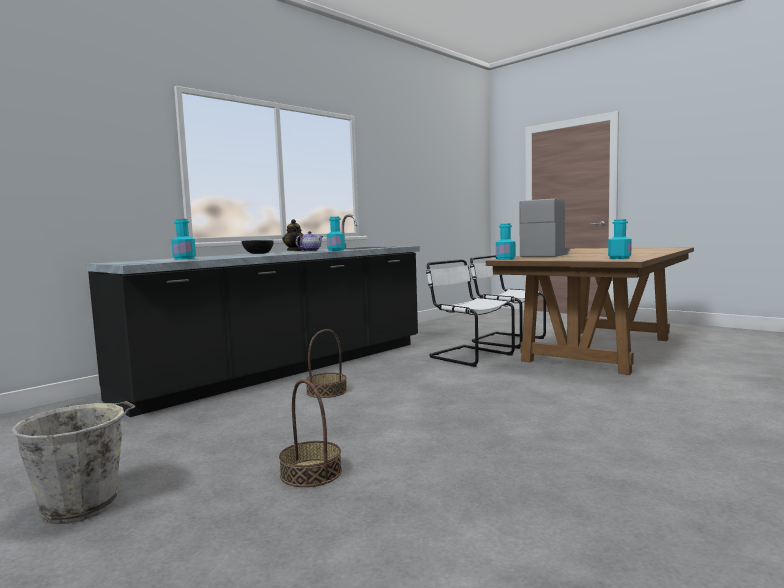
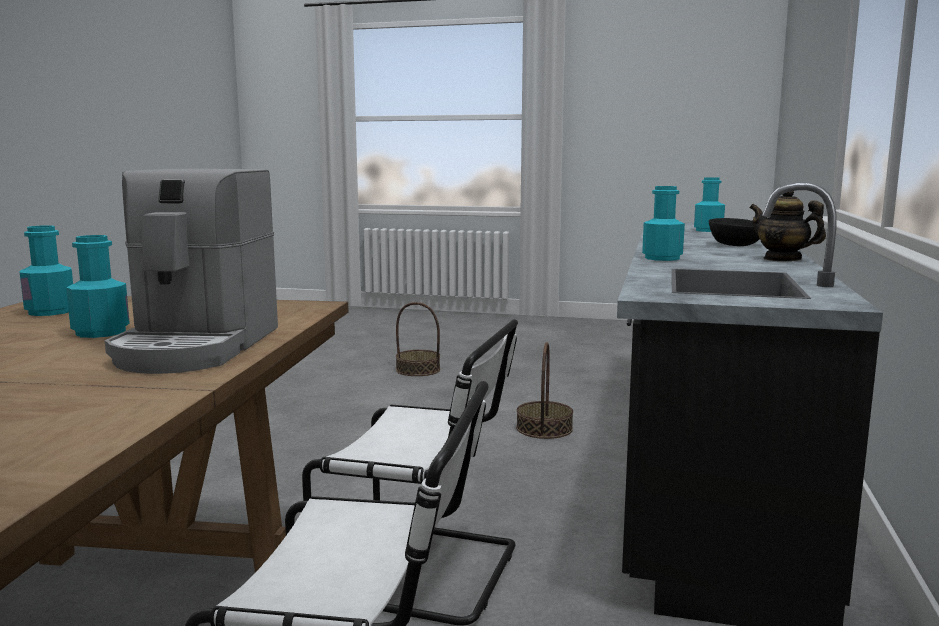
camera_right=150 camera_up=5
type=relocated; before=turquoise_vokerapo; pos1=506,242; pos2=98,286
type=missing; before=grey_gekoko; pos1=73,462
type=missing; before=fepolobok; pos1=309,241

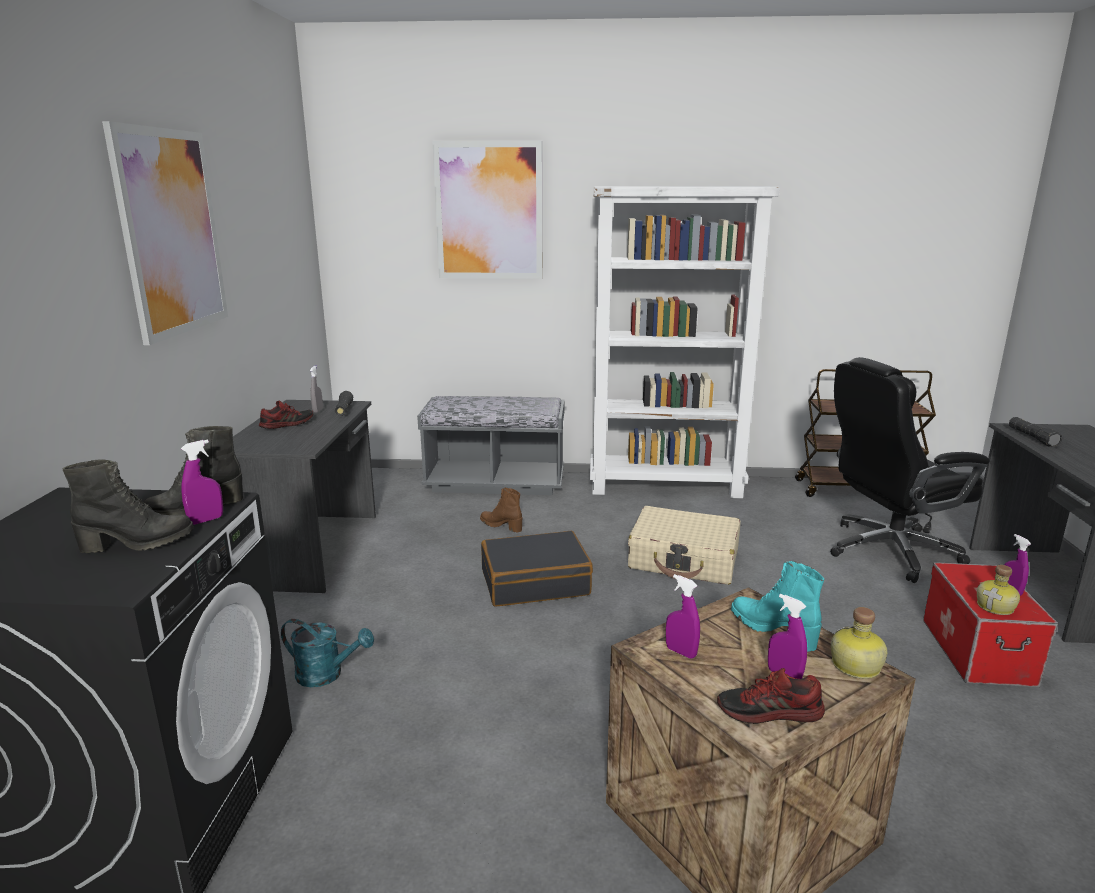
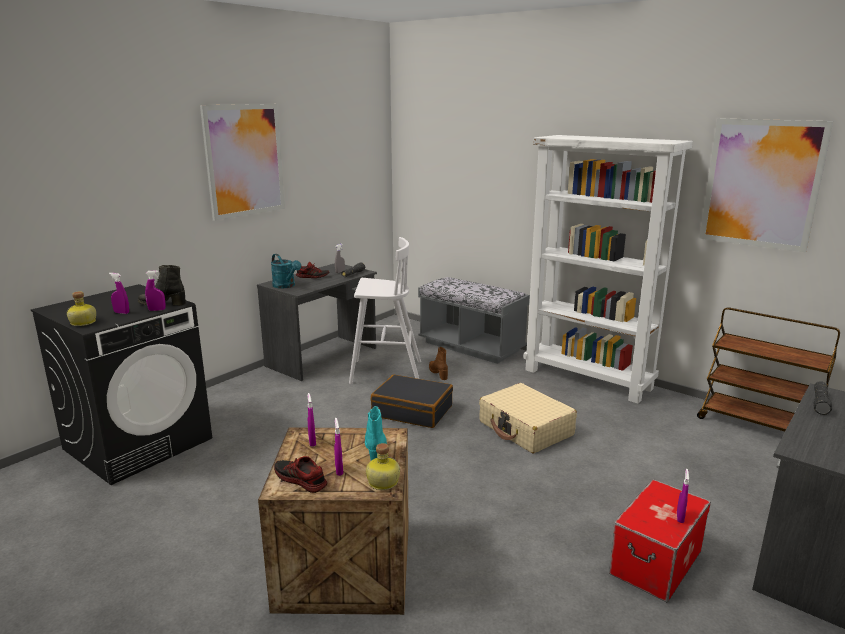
camera_right=35 camera_up=0
type=relocated; before=vokerapo; pos1=998,590; pos2=81,309
type=exchanged; before=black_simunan; after=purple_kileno; pos1=128,506; pos2=119,293
type=relocated; before=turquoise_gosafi; pos1=327,653; pos2=286,271
type=appeared; after=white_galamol; pos2=385,310
type=relocated; before=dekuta; pos1=487,210; pos2=766,185
type=missing; before=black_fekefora; pos1=910,470

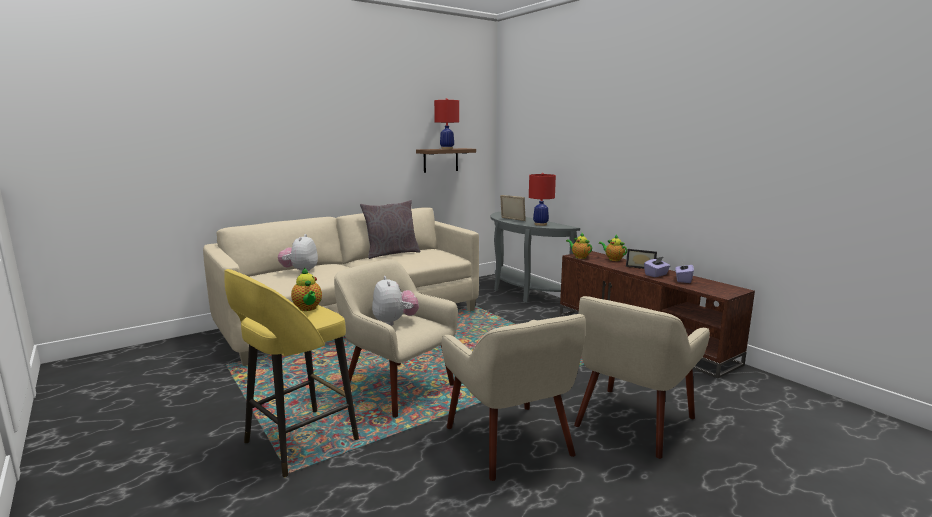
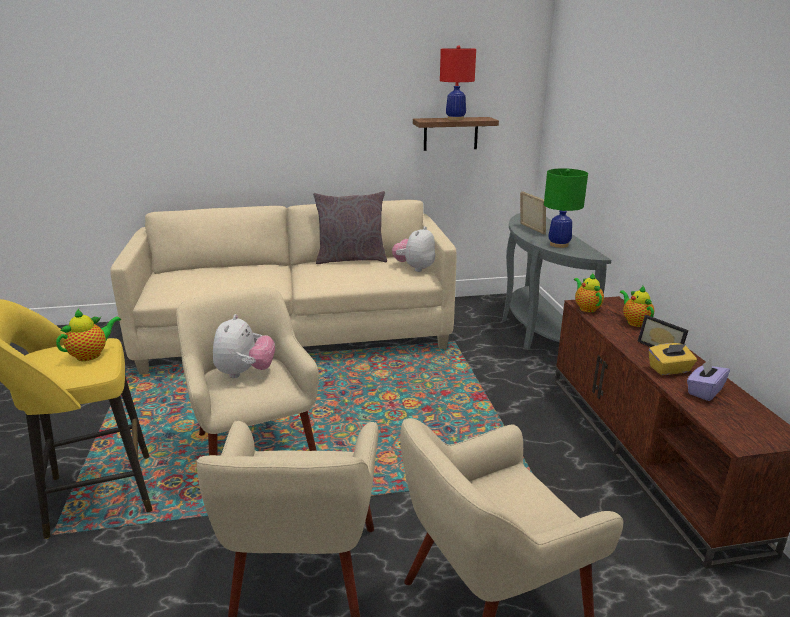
camera_right=25 camera_up=10
type=spun; before=fepolobok; pos1=306,289; pos2=88,335; turn=-135
type=relocated; before=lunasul; pos1=298,253; pos2=413,249
type=colour; before=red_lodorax; after=green_lodorax; pos1=542,199; pos2=566,208
type=colour; before=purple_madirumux; after=yellow_madirumux; pos1=657,267; pos2=673,359

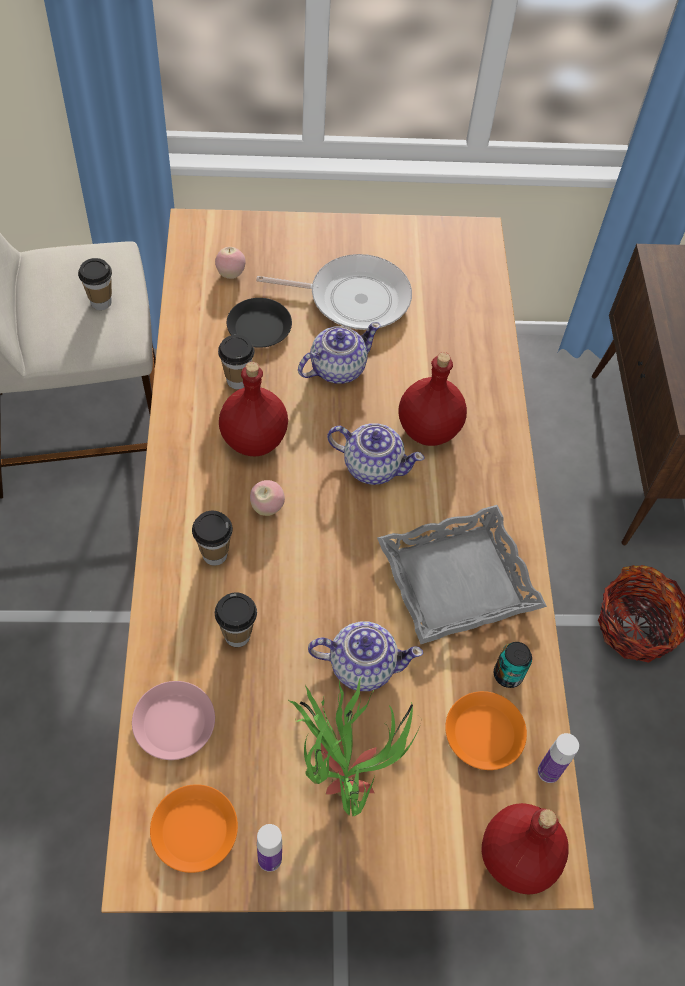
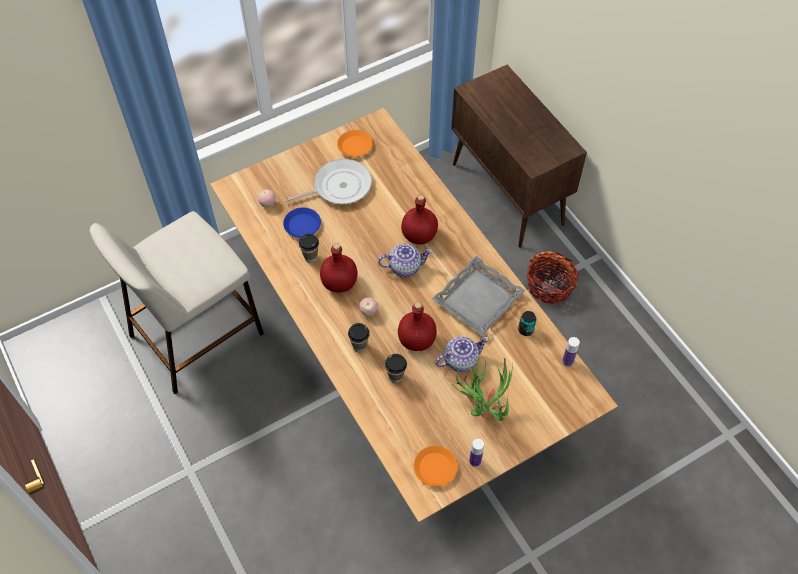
camera_right=-25 camera_up=0
type=colour; before=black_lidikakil; after=blue_lidikakil; pos1=259,323; pos2=302,223
type=relocated; before=orange_lidikakil; pos1=486,730; pos2=355,143
type=relocated; before=red_vokerapo; pos1=525,849; pos2=417,326
type=missing; before=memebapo; pos1=95,284
type=missing; before=pink_lidikakil; pos1=173,720
type=missing; before=fepolobok; pos1=339,353

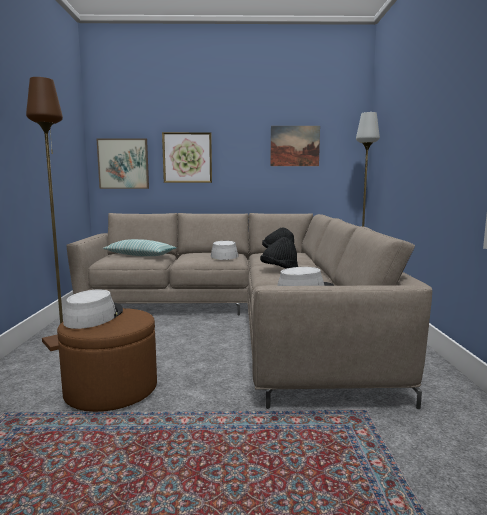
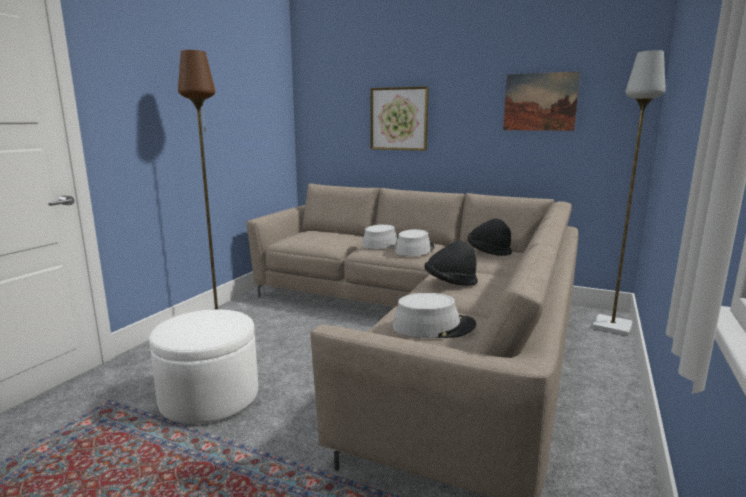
camera_right=25 camera_up=5
type=colour; before=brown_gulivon; after=white_gulivon; pos1=107,360; pos2=203,366
type=relocated; before=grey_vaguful; pos1=93,309; pos2=380,236
type=missing; before=dekuta; pos1=123,164
type=missing; before=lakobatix; pos1=140,247

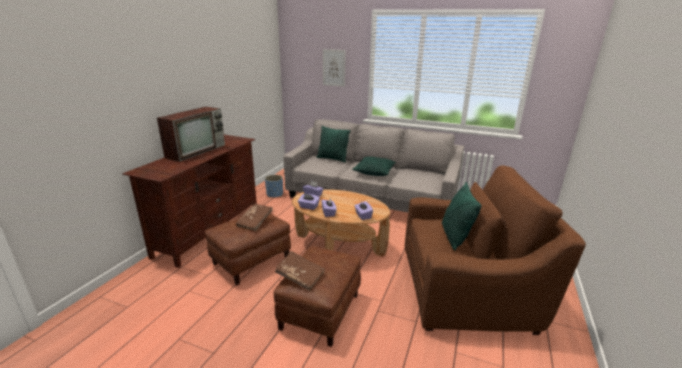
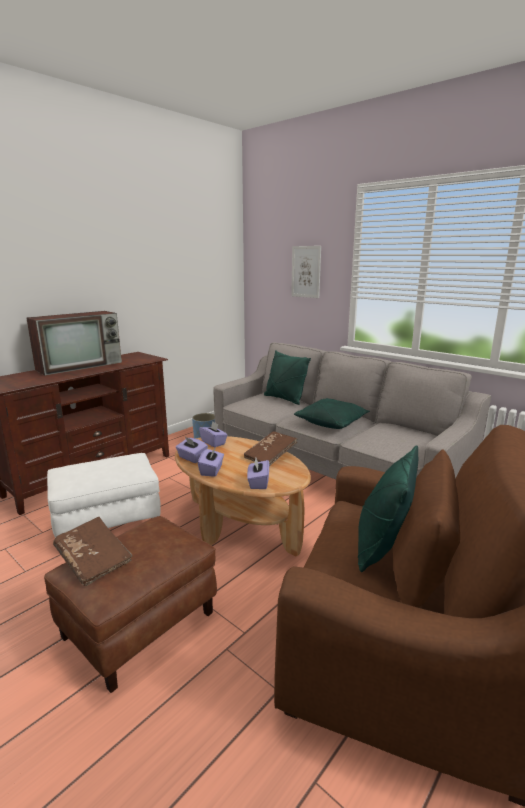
camera_right=20 camera_up=-5
type=colour; before=brown_gulivon; after=white_gulivon; pos1=248,249; pos2=104,495
type=relocated; before=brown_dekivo; pos1=254,217; pos2=270,448

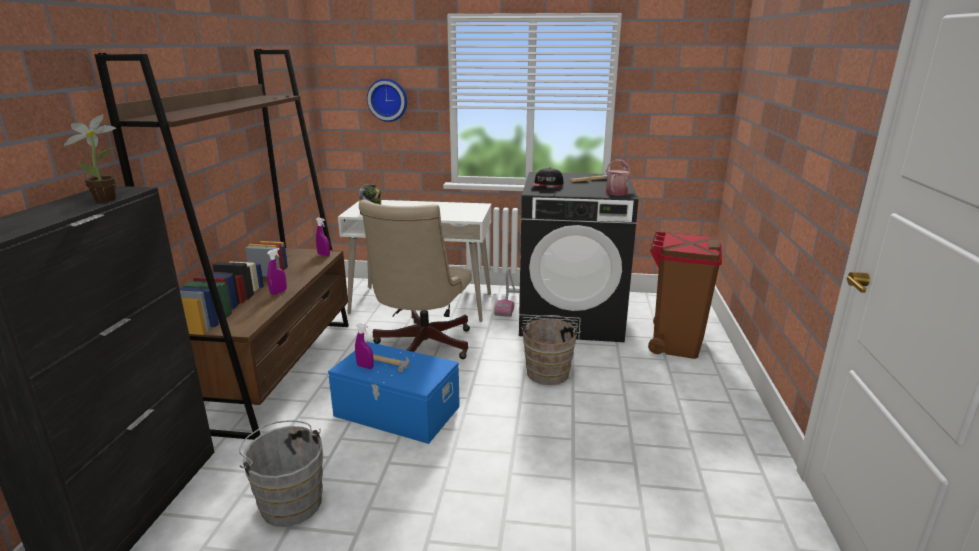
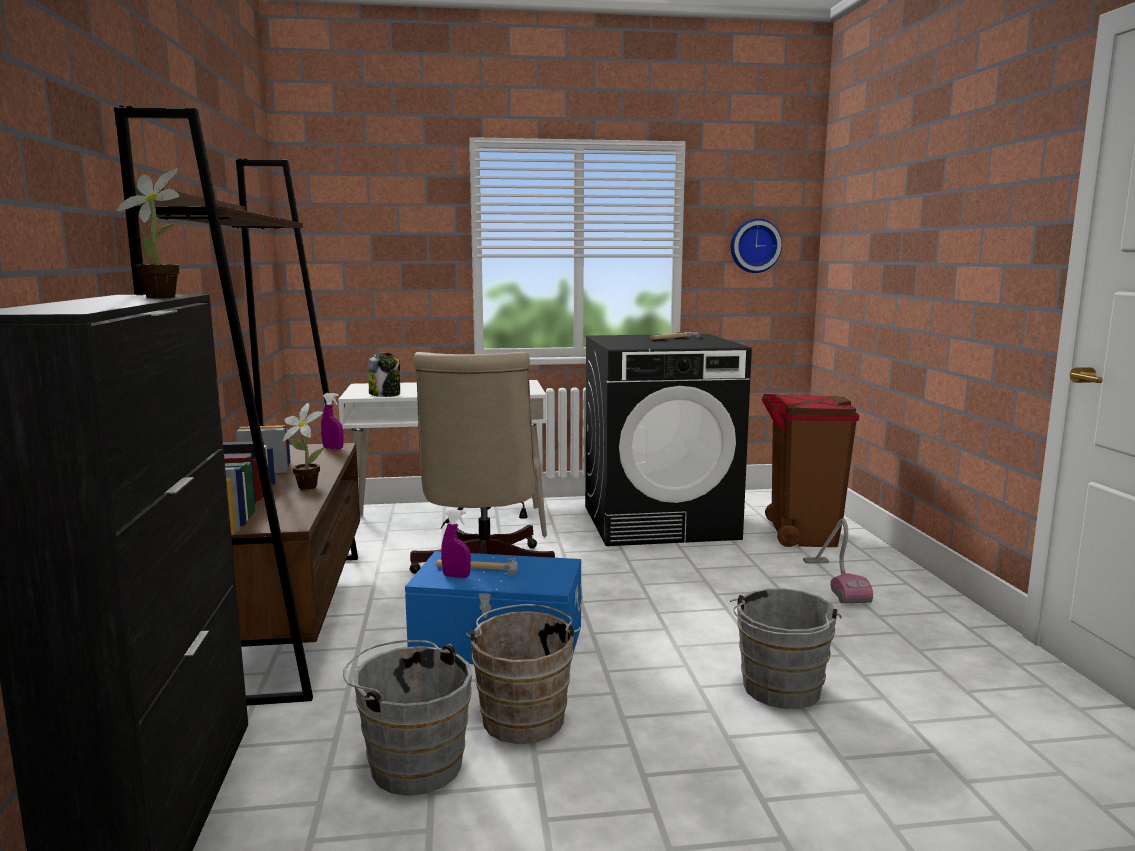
camera_right=-15 camera_up=-10
type=exchanged; before=purple_kileno; after=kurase; pos1=277,271; pos2=304,446
type=relocated; before=brown_gekoko; pos1=551,350; pos2=523,674
type=appeared; after=grey_gekoko; pos2=786,648
type=relocated; before=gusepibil; pos1=387,100; pos2=756,245
type=relocated; before=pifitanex; pos1=507,292; pos2=838,560
type=missing; before=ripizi; pos1=547,177
type=missing; before=gosafi; pos1=618,177

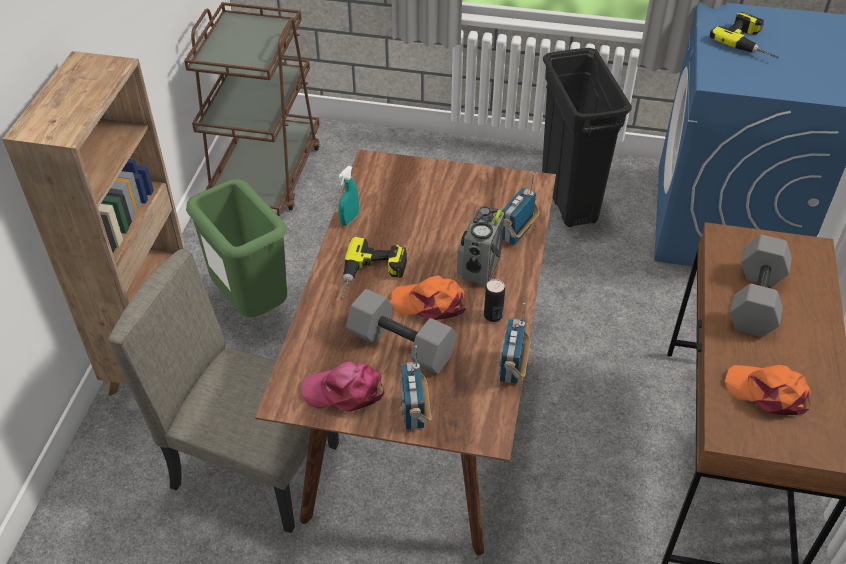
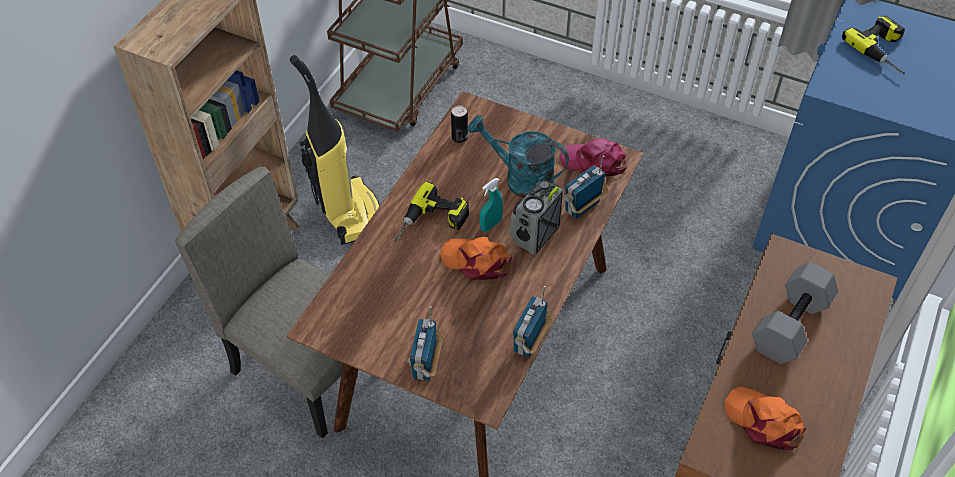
camera_right=15 camera_up=5
type=exchanged; before=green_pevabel; after=pifitanex; pos1=236,248; pos2=335,150
type=relocated; before=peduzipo; pos1=494,300; pos2=459,124
type=appeared; after=turquoise_gosafi; pos2=518,156
type=relocated; before=turquoise_kileno; pos1=348,196; pos2=491,205
type=relocated; before=pink_ripizi; pos1=343,386; pos2=593,157
type=missing; before=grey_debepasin; pos1=401,331
type=missing; before=black_pevabel; pos1=587,137

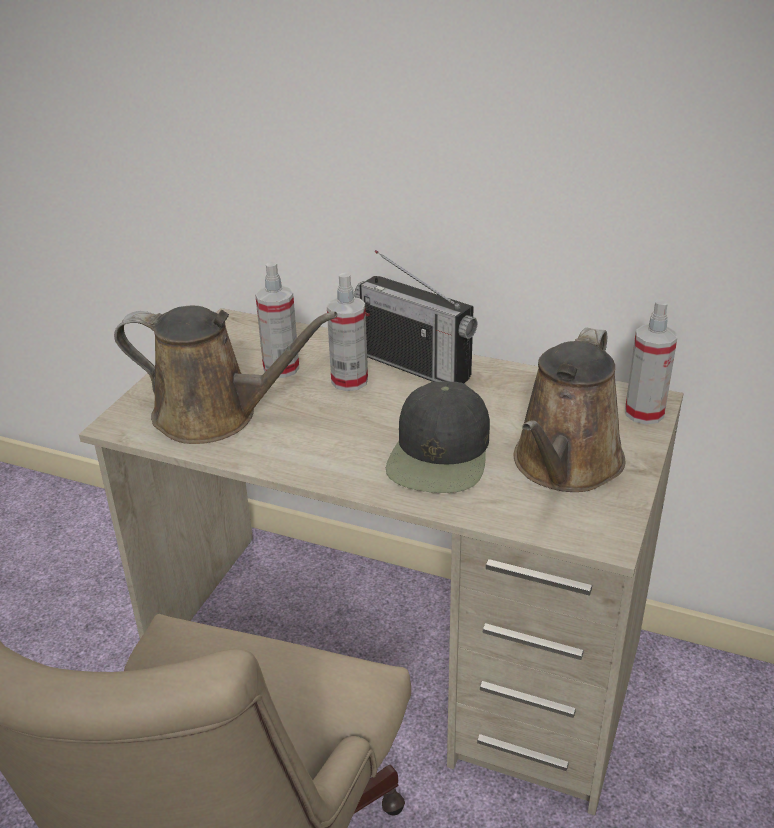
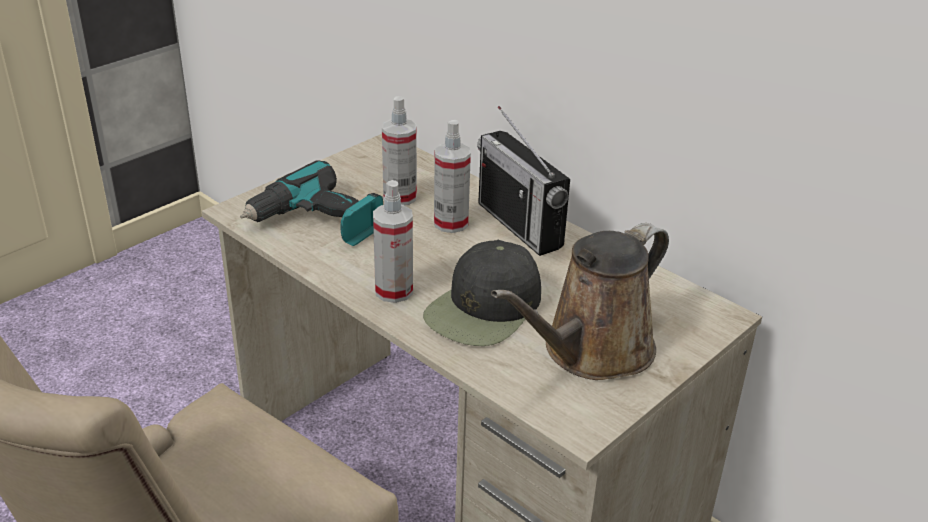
camera_right=20 camera_up=0
type=exchanged; before=brown_gosafi; after=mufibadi; pos1=226,375; pos2=311,203
type=relocated; before=kileno; pos1=651,361; pos2=393,241

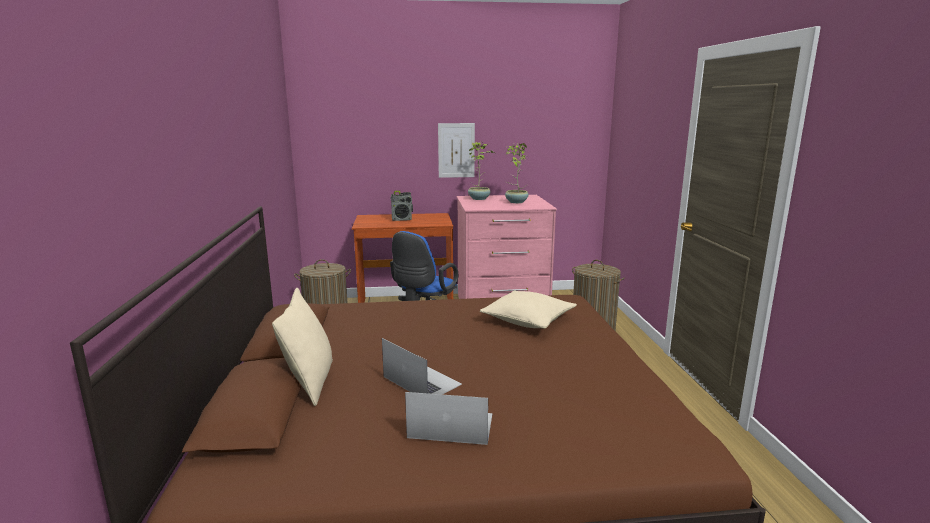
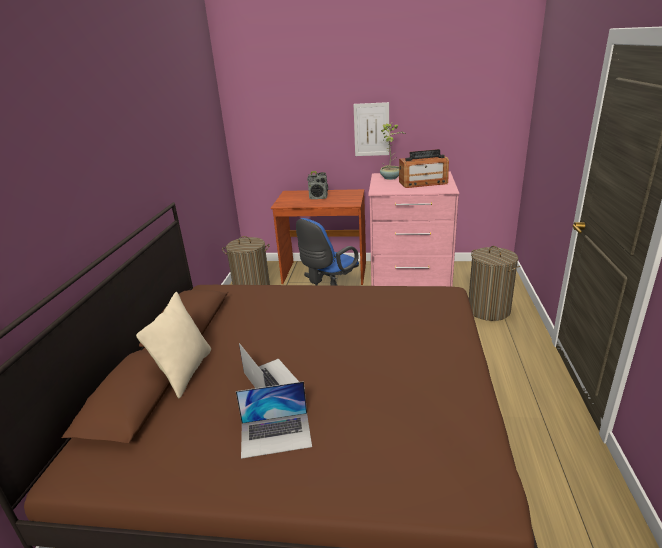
camera_right=15 camera_up=10
type=spun; before=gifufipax; pos1=448,418; pos2=274,420; turn=150
type=exchanged; before=kurase; after=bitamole; pos1=517,173; pos2=424,168
type=missing; before=beige_lakobatix; pos1=528,309

